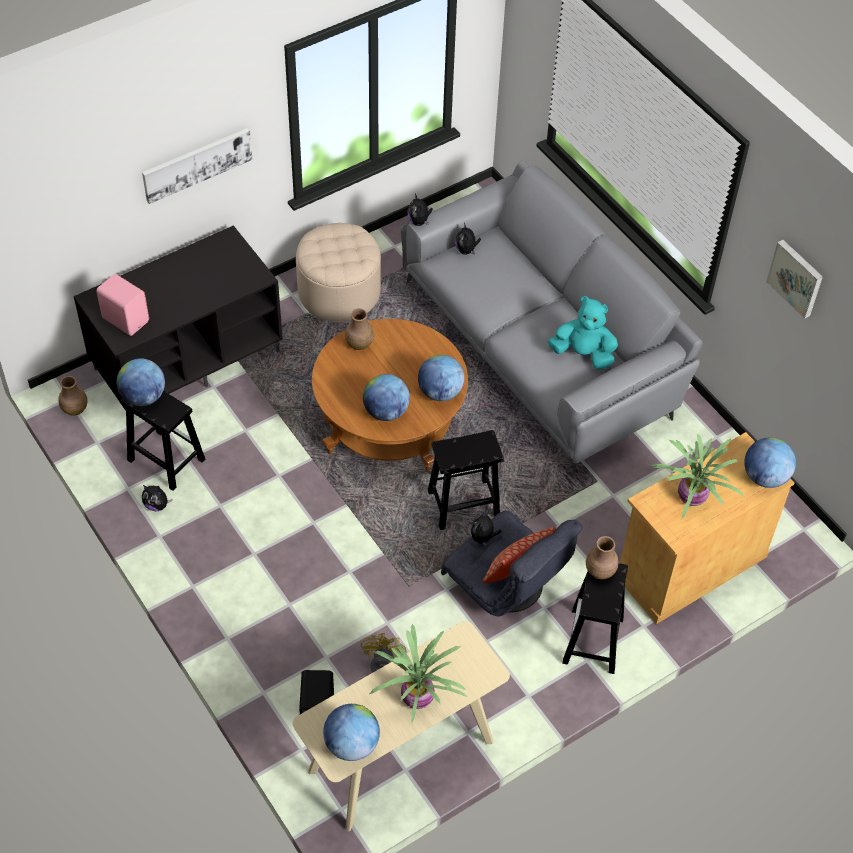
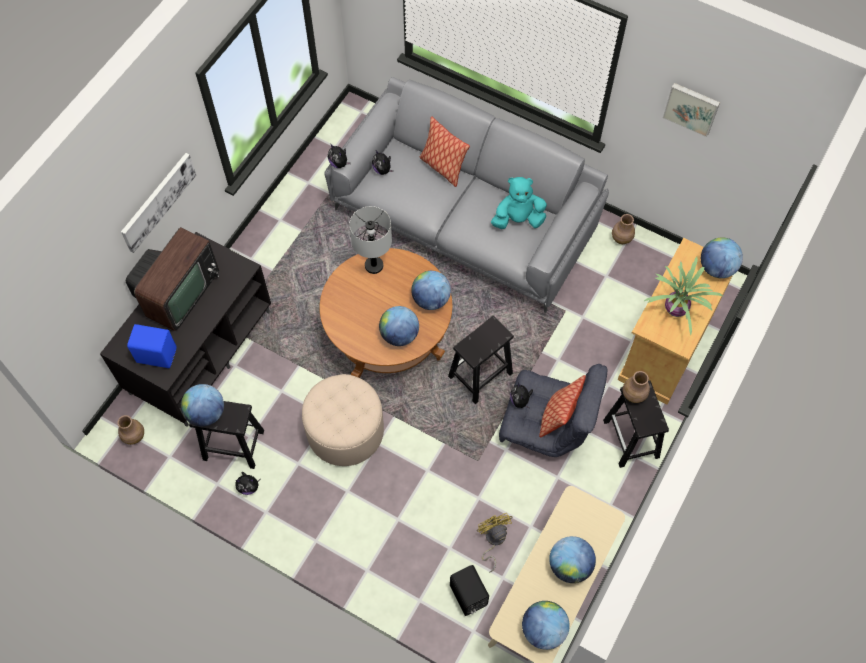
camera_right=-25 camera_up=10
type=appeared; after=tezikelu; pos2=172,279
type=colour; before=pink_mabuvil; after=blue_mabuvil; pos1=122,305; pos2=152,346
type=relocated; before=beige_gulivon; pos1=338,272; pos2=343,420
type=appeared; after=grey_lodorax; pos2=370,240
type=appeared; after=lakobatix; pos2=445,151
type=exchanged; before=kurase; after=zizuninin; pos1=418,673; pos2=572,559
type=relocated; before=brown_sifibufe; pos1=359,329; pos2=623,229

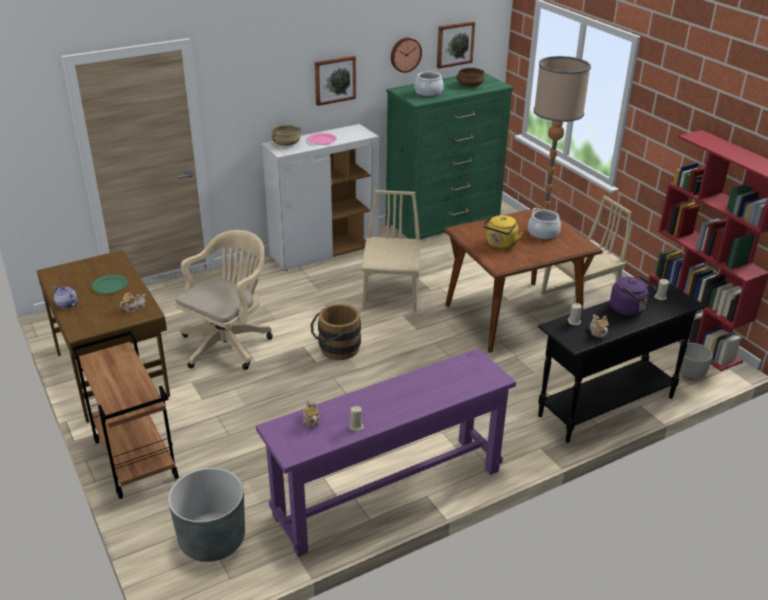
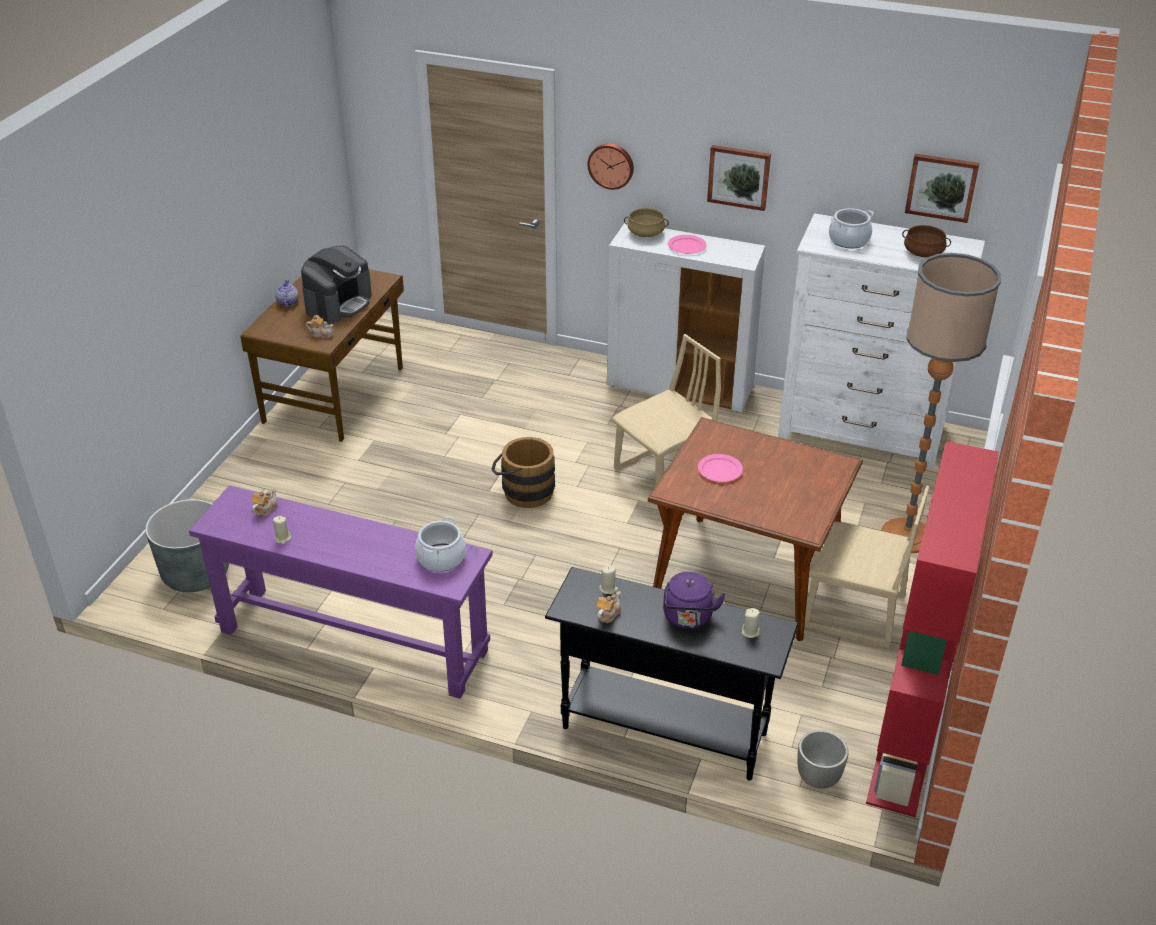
camera_right=50 camera_up=5
type=exchanged; before=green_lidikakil; after=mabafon; pos1=110,284; pos2=336,284
type=relocated; before=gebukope; pos1=544,224; pos2=440,544
type=relocated; before=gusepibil; pos1=406,55; pos2=611,166
type=exchanged; before=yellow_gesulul; after=pink_lidikakil; pos1=503,232; pos2=720,468
type=colour; before=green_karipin; after=white_karipin; pos1=450,156; pos2=881,341
type=missing; before=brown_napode; pos1=125,415
type=missing; before=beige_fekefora; pos1=224,300

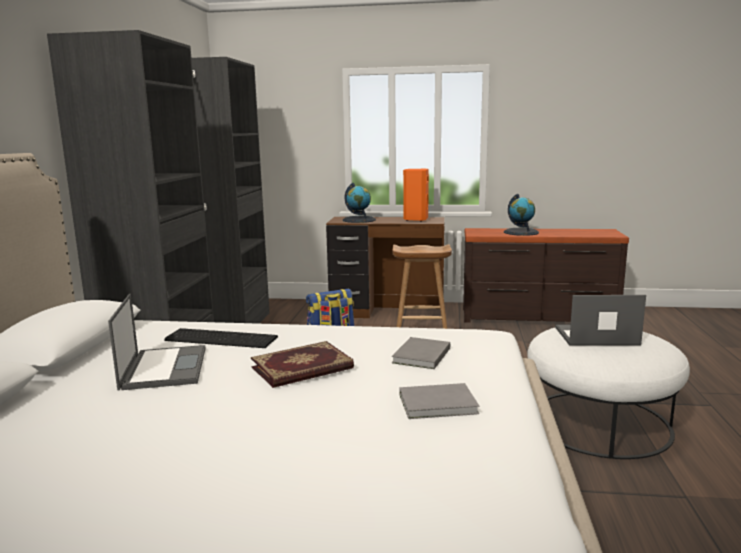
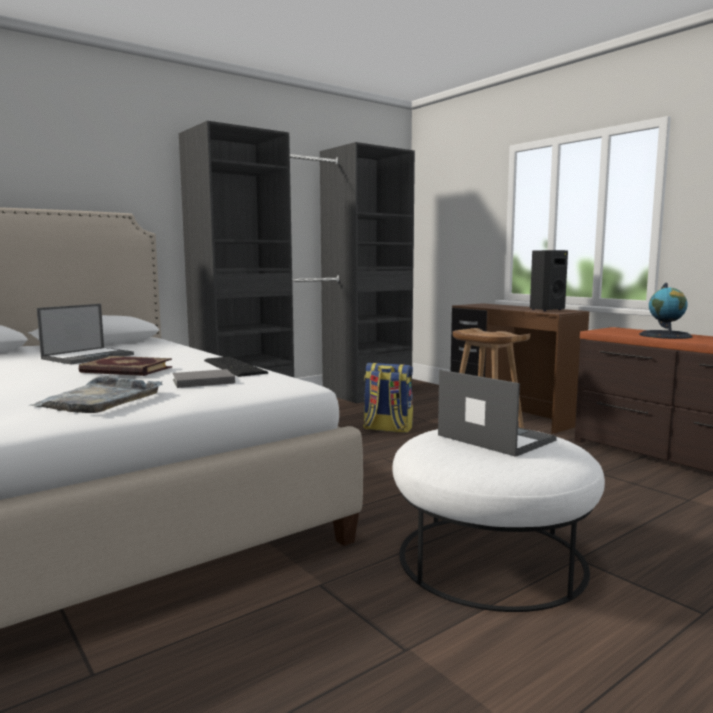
camera_right=45 camera_up=-5
type=exchanged; before=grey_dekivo; after=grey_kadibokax; pos1=439,401; pos2=96,394
type=relocated; before=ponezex; pos1=221,338; pos2=236,366
type=colour; before=orange_mabuvil; after=black_mabuvil; pos1=416,195; pos2=549,280
type=missing; before=zizuninin; pos1=359,203

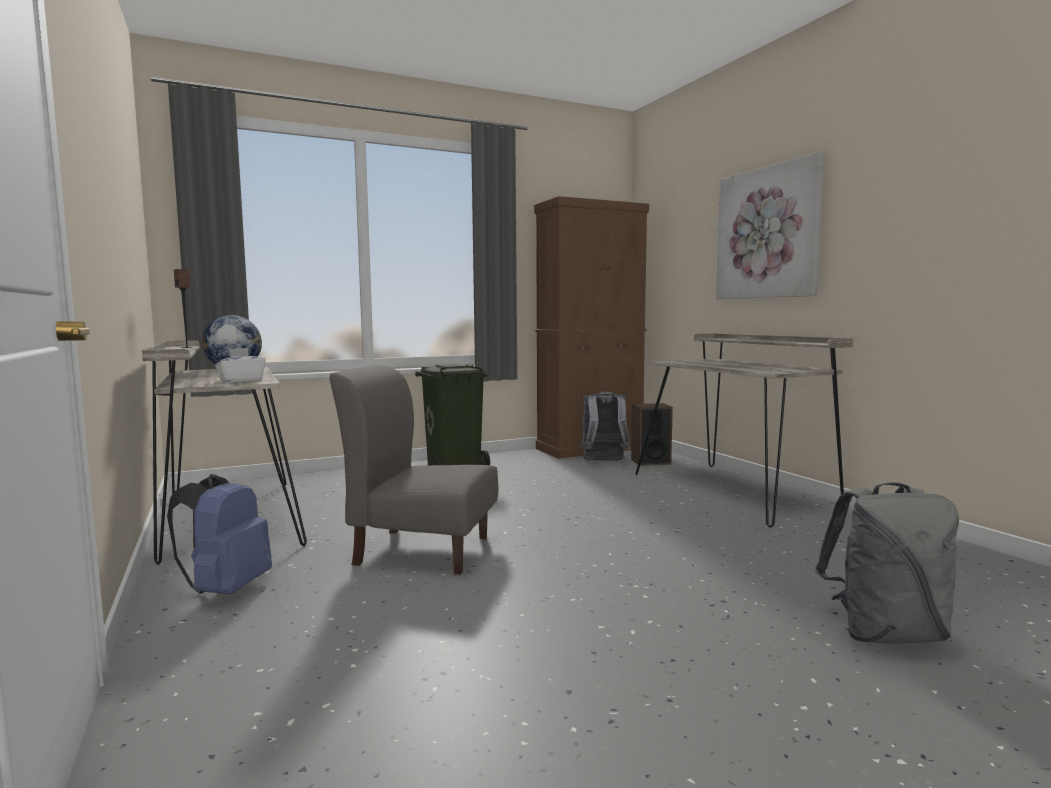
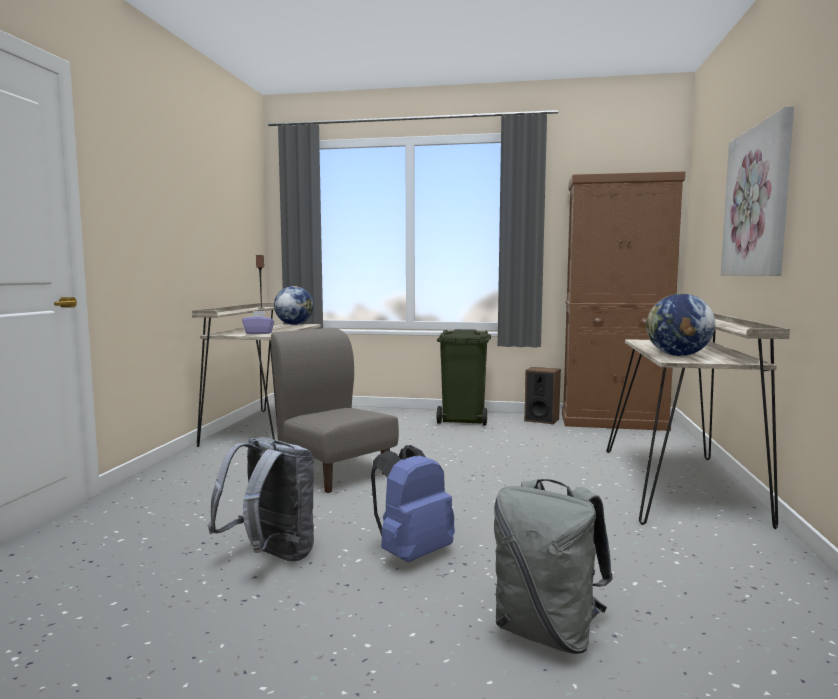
camera_right=35 camera_up=0
type=relocated; before=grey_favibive; pos1=605,426; pos2=261,499
type=colour; before=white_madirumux; after=purple_madirumux; pos1=240,365; pos2=258,322
type=relocated; before=blue_favibive; pos1=219,534; pos2=413,503
type=relocated; before=mabuvil; pos1=652,434; pos2=542,395
type=appeared; after=zizuninin; pos2=680,325

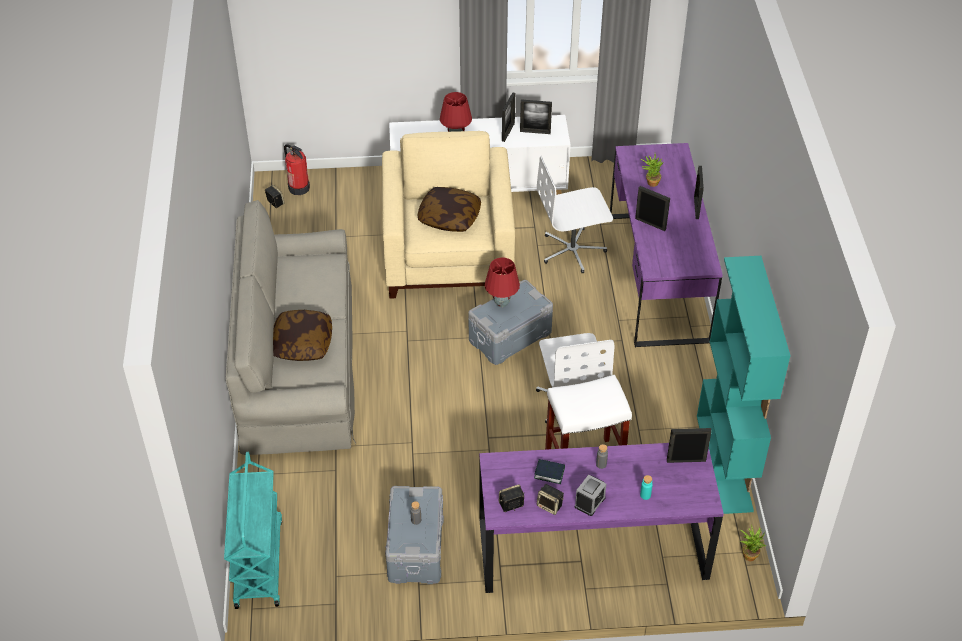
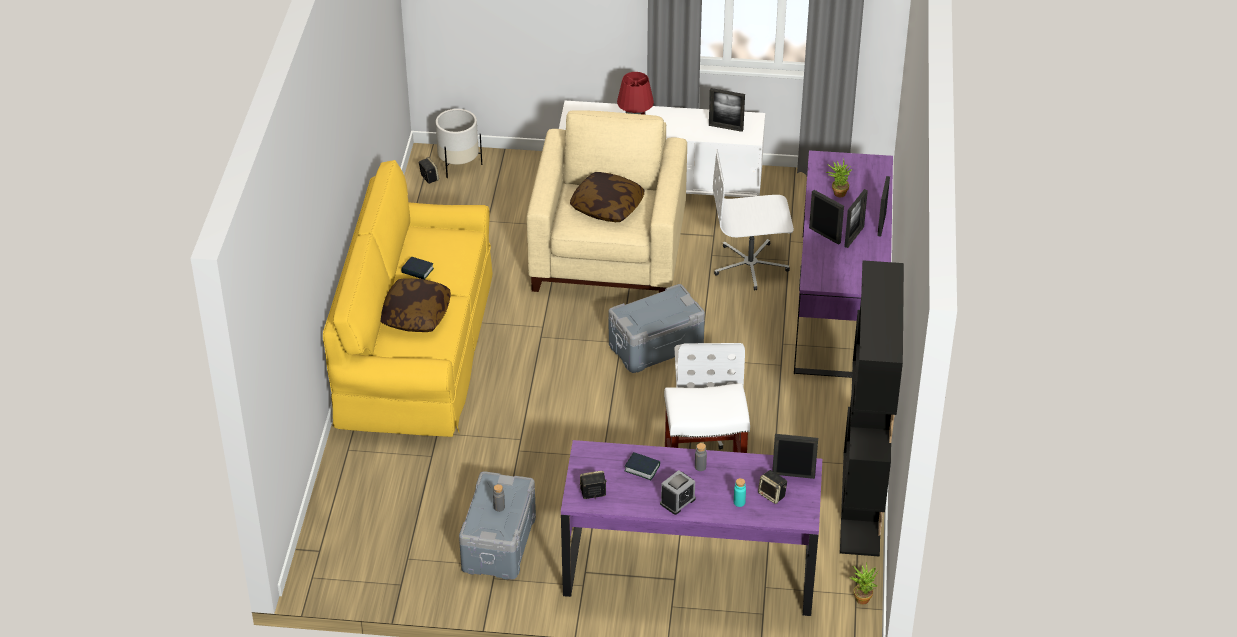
camera_right=10 camera_up=-5
type=colour; before=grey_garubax; after=yellow_garubax; pos1=291,327; pos2=408,298
type=appeared; after=dekivo; pos2=417,268
type=exchanged; before=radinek; after=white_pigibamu; pos1=297,169; pos2=459,143
type=relocated; before=mabuvil; pos1=550,499; pos2=772,487
type=colour; before=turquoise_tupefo; after=black_tupefo; pos1=744,385; pos2=872,408
type=relocated; before=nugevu; pos1=508,117; pos2=856,218
type=missing; before=turquoise_napode; pos1=253,530
type=missing; before=red_lodorax; pos1=502,282

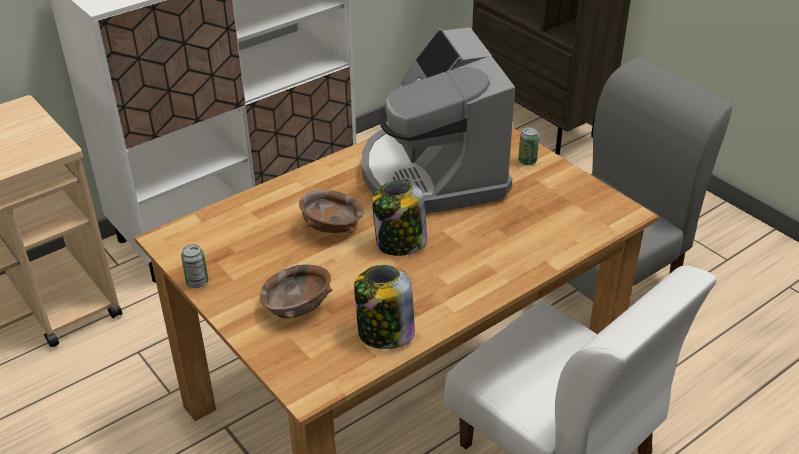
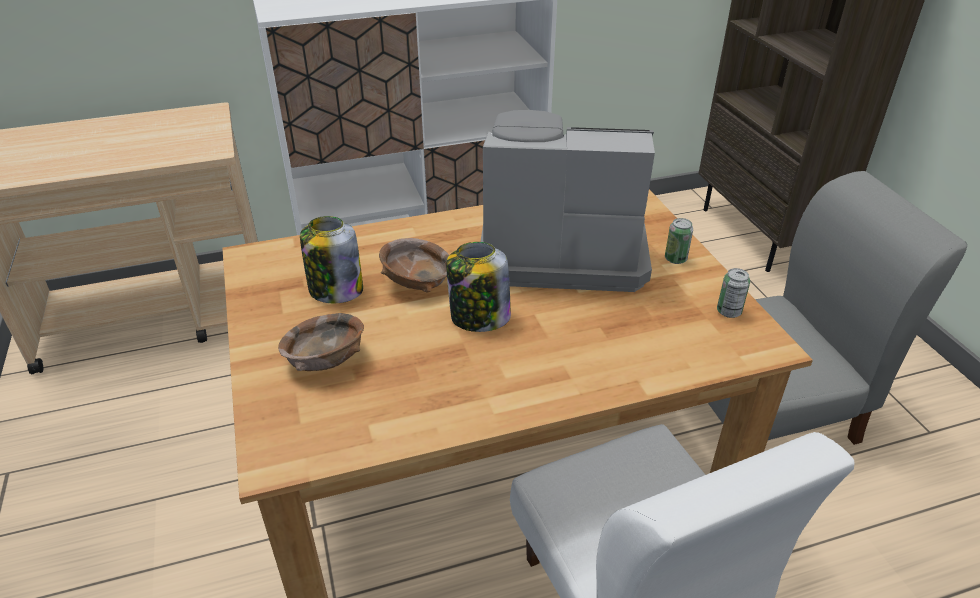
camera_right=20 camera_up=0
type=relocated; before=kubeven; pos1=384,307; pos2=331,259
type=spun; before=mabafon; pos1=438,120; pos2=567,201; turn=90
type=relocated; before=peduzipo; pos1=194,266; pos2=733,293

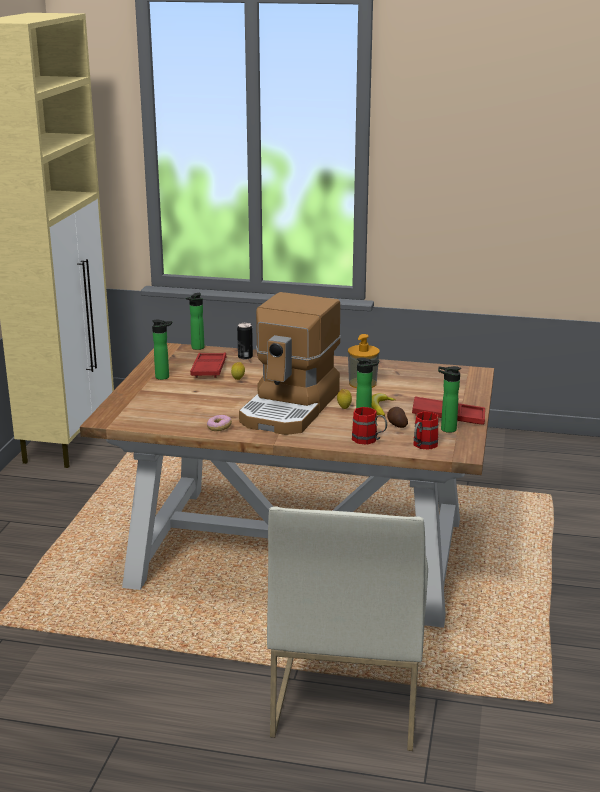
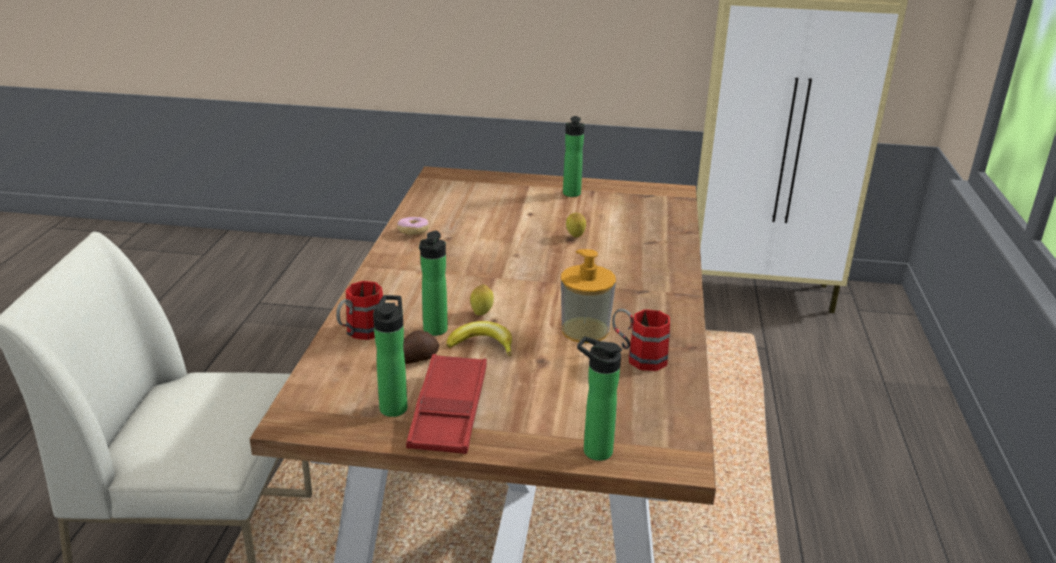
camera_right=85 camera_up=5
type=relocated; before=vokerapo; pos1=195,321; pos2=599,398
type=relocated; before=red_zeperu; pos1=426,431; pos2=641,340
type=missing; before=red_kadibokax; pos1=208,365
type=missing; before=peduzipo; pos1=245,341
type=missing; before=mabafon; pos1=290,363

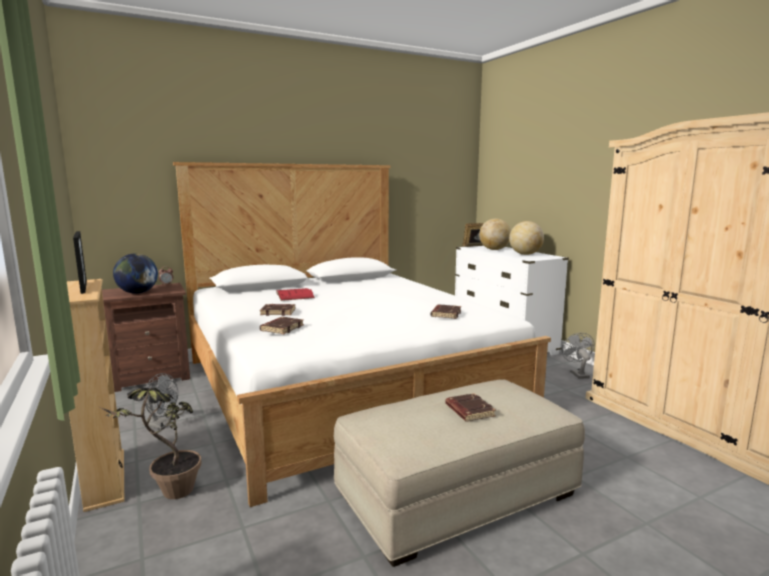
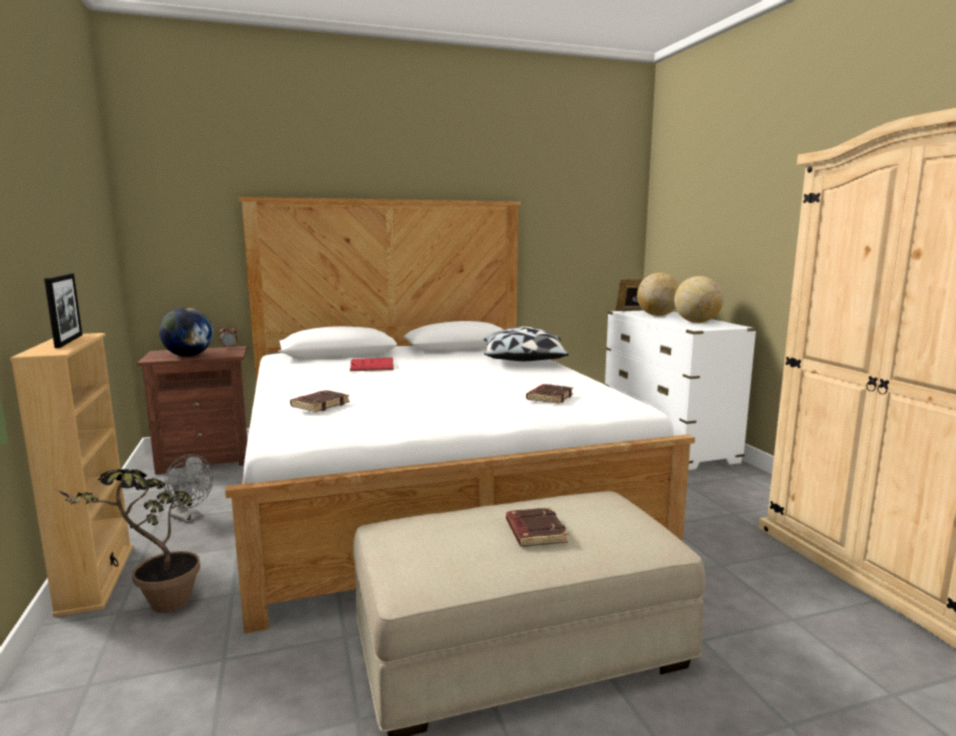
camera_right=10 camera_up=0
type=appeared; after=lakobatix; pos2=526,344
type=missing; before=brown_dekivo; pos1=277,310
type=missing; before=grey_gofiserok; pos1=578,356

